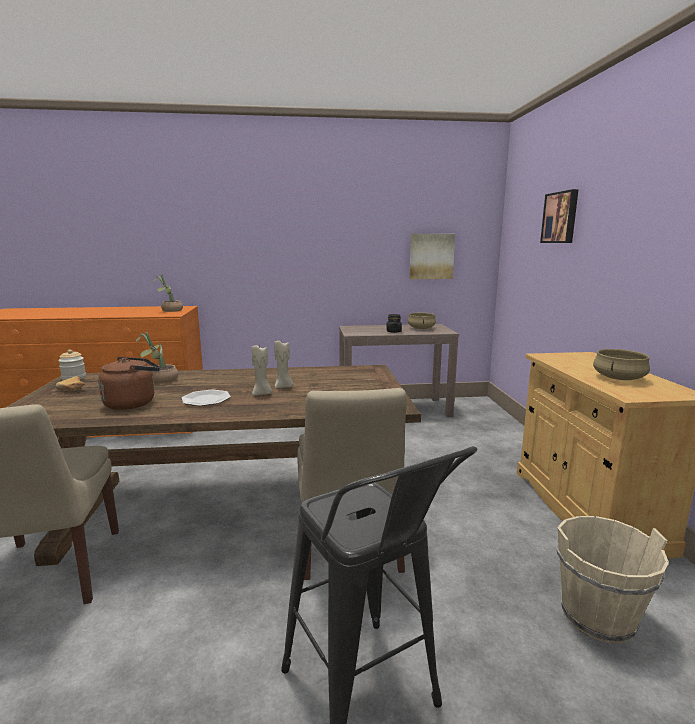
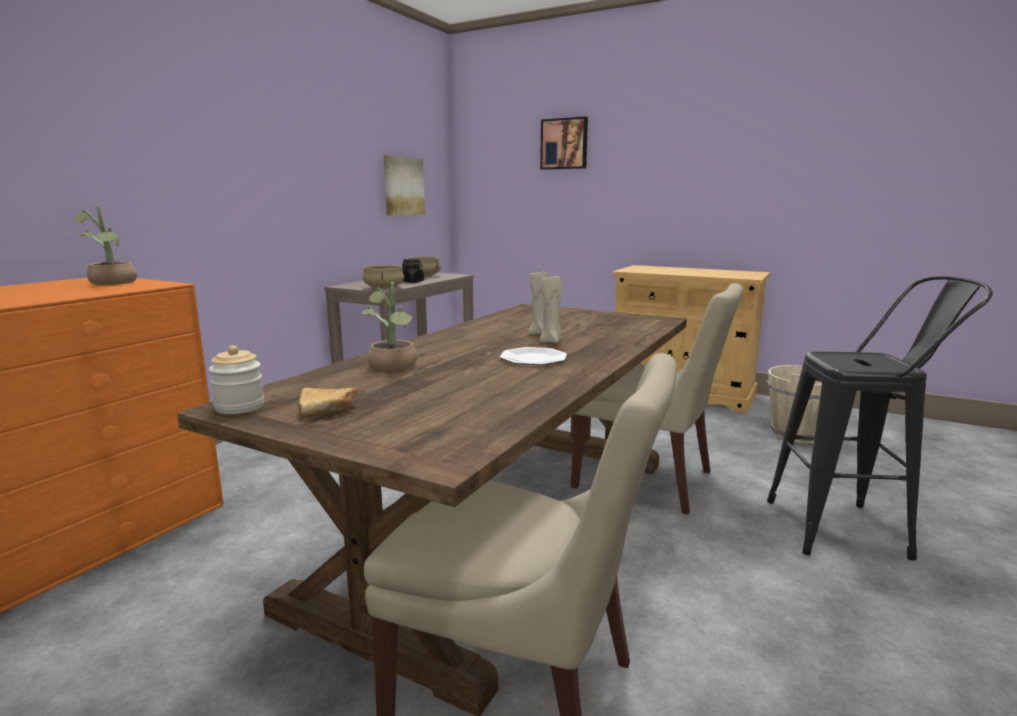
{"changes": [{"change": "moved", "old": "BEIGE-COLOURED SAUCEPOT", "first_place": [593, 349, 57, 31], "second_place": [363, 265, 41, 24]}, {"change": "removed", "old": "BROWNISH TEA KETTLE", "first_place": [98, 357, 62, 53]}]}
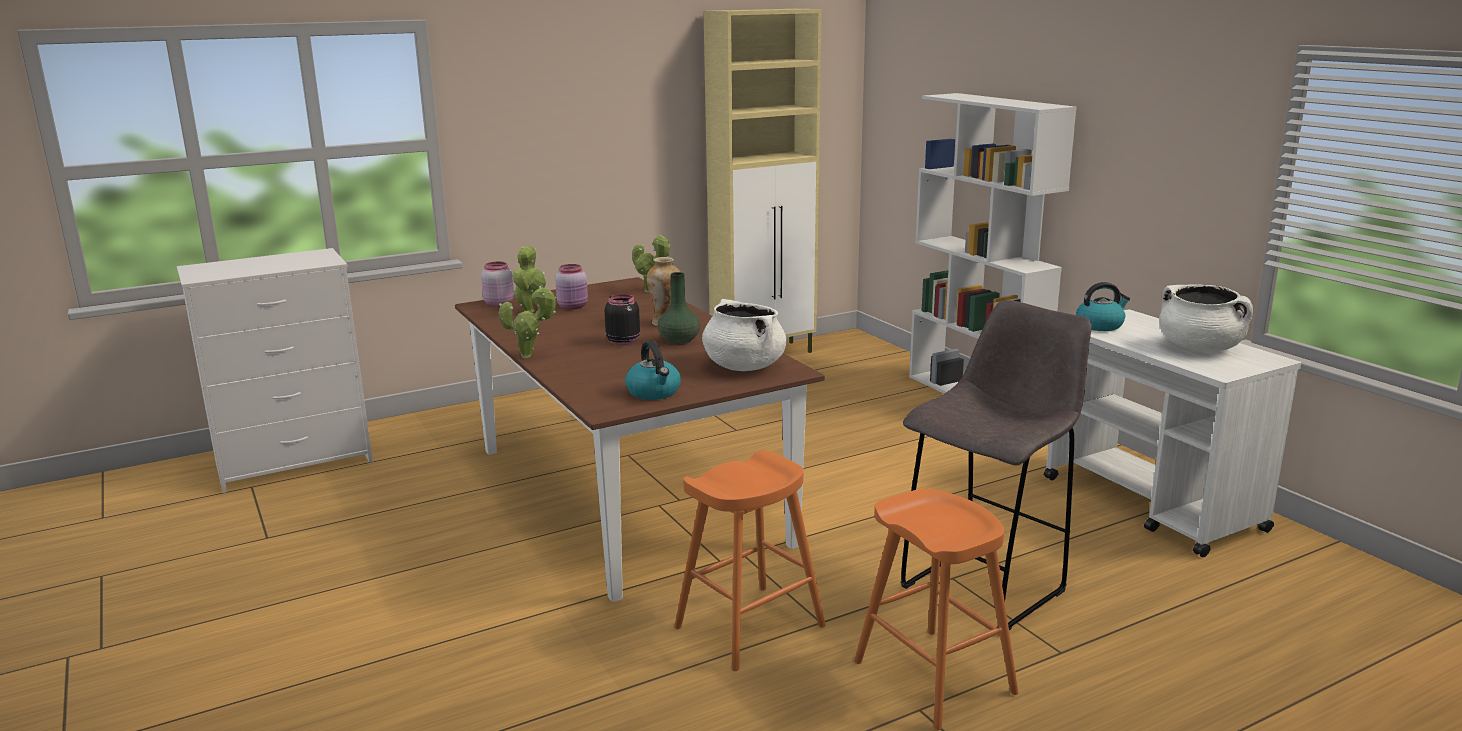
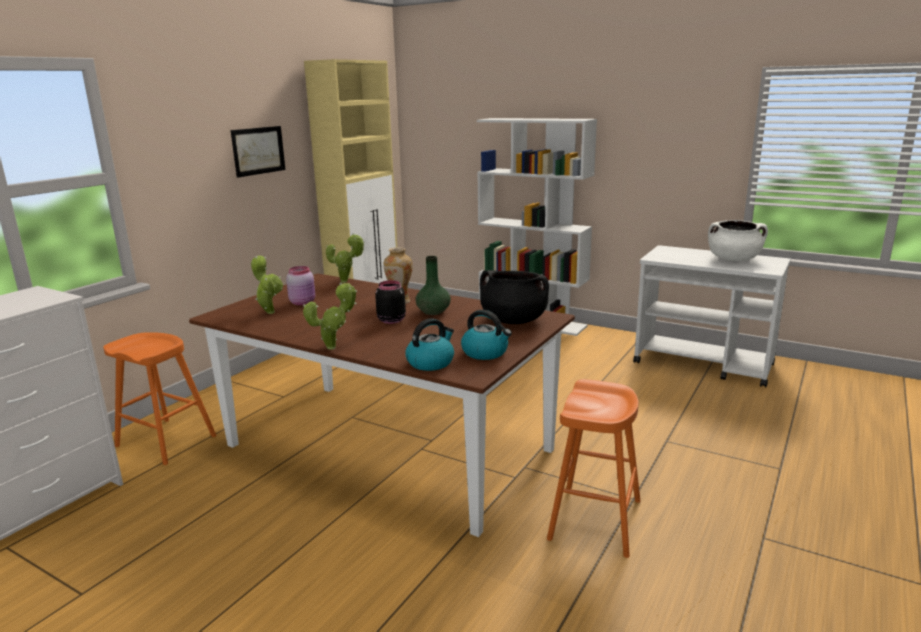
{"changes": [{"change": "removed", "old": "PINK-COLOURED PRESERVE JAR", "first_place": [481, 262, 33, 45]}, {"change": "moved", "old": "TEA KETTLE", "first_place": [1076, 282, 54, 49], "second_place": [405, 318, 49, 53]}, {"change": "recoloured", "old": "WHITISH SAUCEPOT", "new": "BLACK SAUCEPOT", "first_place": [702, 299, 84, 72], "second_place": [480, 270, 69, 54]}, {"change": "removed", "old": "GREYISH SITTING STOOL", "first_place": [901, 300, 191, 330]}, {"change": "moved", "old": "ORANGEY SITTING STOOL", "first_place": [854, 489, 165, 241], "second_place": [103, 332, 113, 133]}, {"change": "added", "new": "WALL ART", "second_place": [231, 126, 54, 52]}]}
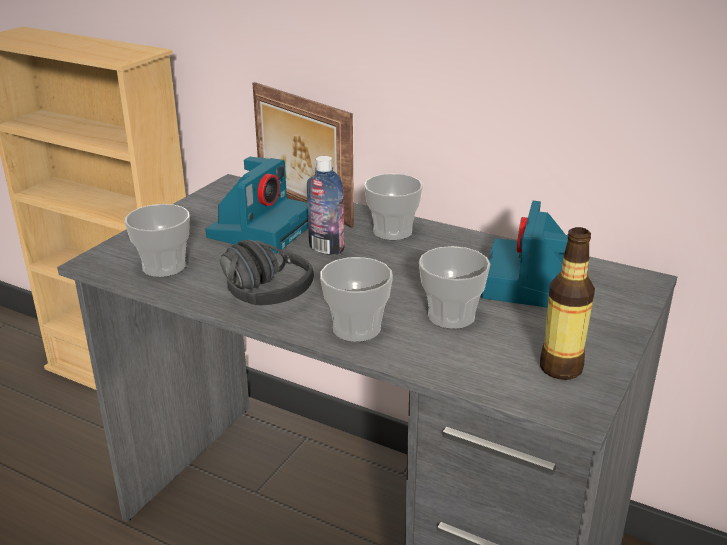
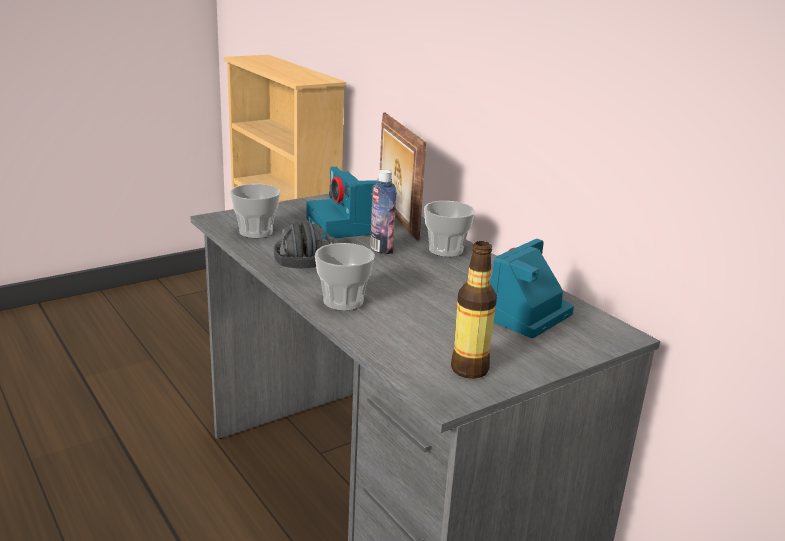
{"changes": [{"change": "turned", "old": "STILL CAMERA", "first_place": [206, 157, 103, 97], "second_place": [306, 167, 72, 72], "degrees": 105}, {"change": "removed", "old": "DRINKING CUP", "first_place": [419, 246, 71, 83]}]}
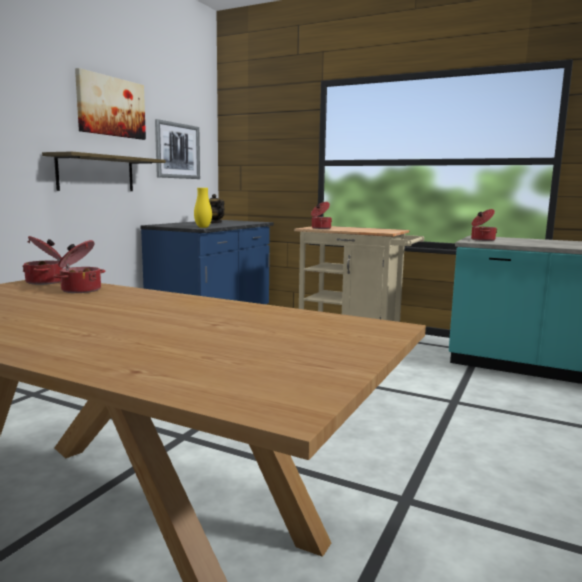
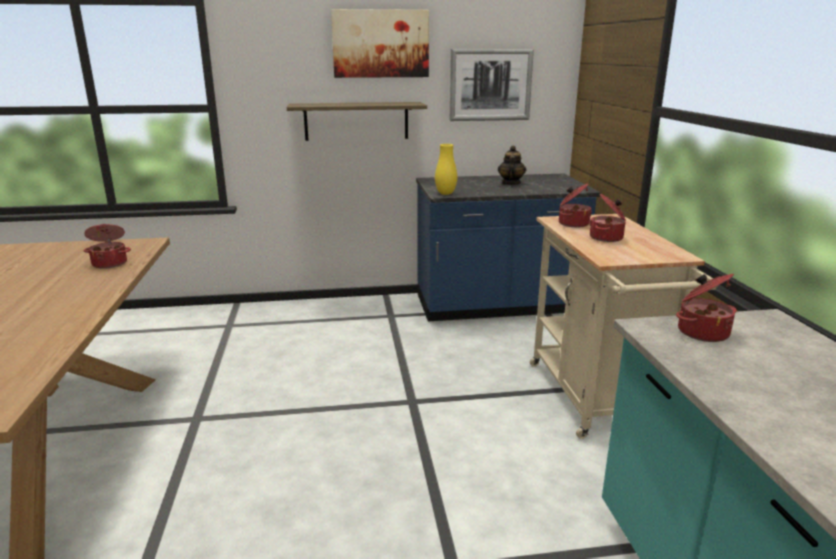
{"changes": [{"change": "moved", "old": "SAUCEPOT", "first_place": [22, 236, 41, 49], "second_place": [589, 194, 37, 48]}]}
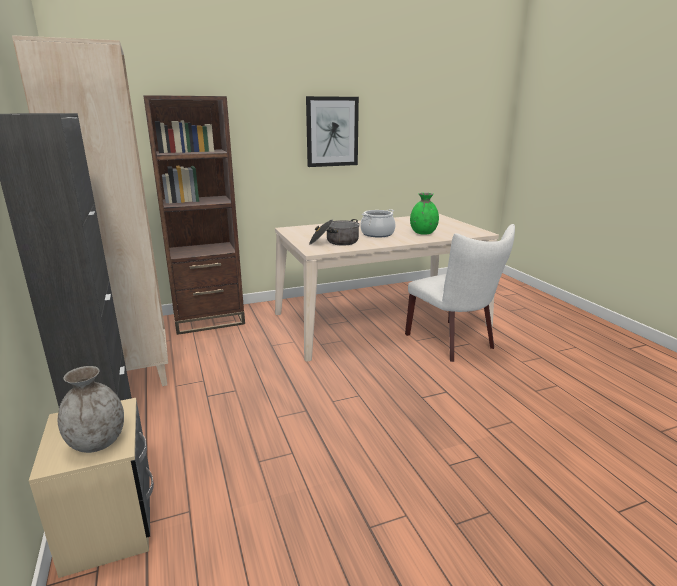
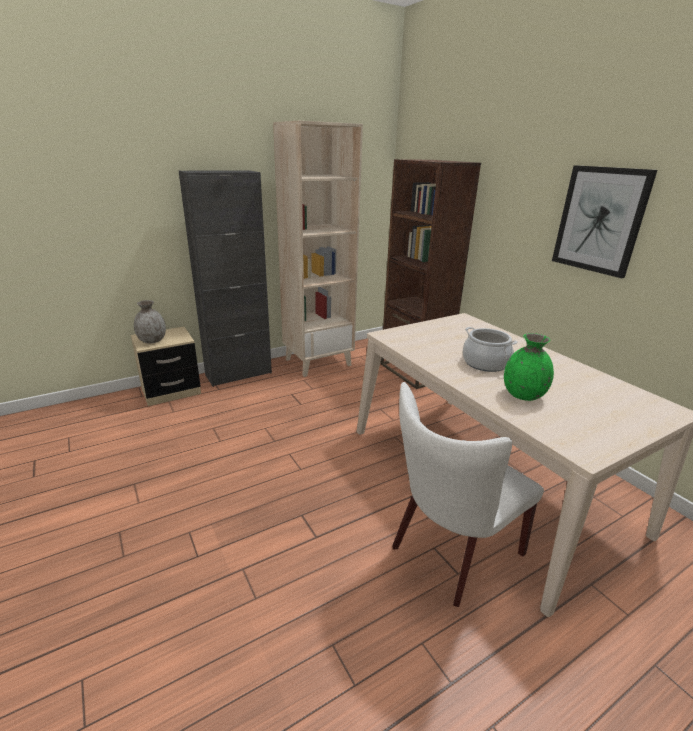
{"changes": [{"change": "removed", "old": "SAUCEPOT", "first_place": [309, 219, 51, 26]}]}
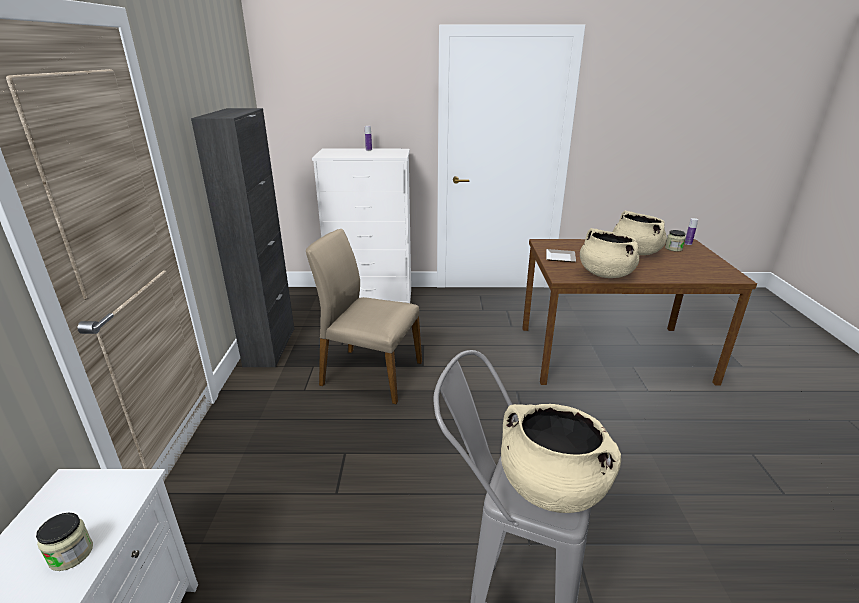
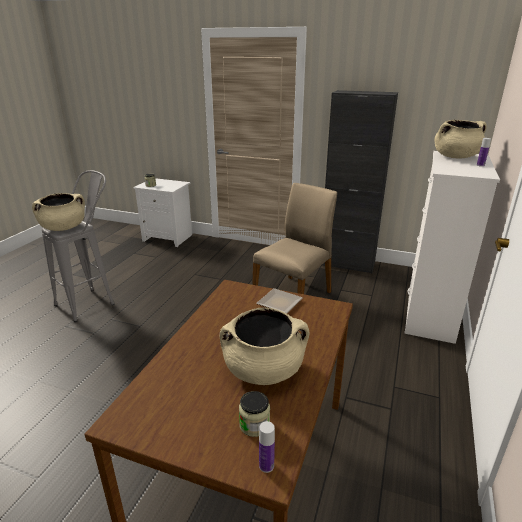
{"changes": [{"change": "moved", "old": "BEIGE-COLOURED SAUCEPOT", "first_place": [580, 228, 59, 50], "second_place": [434, 120, 53, 39]}]}
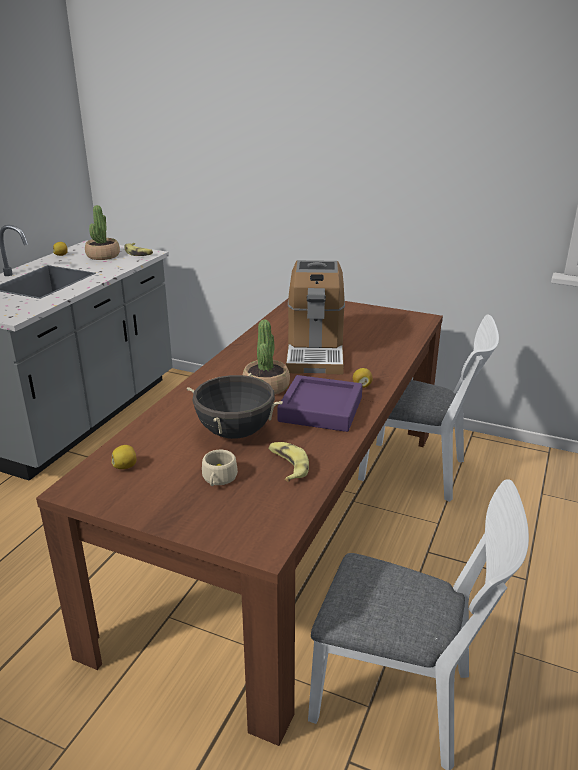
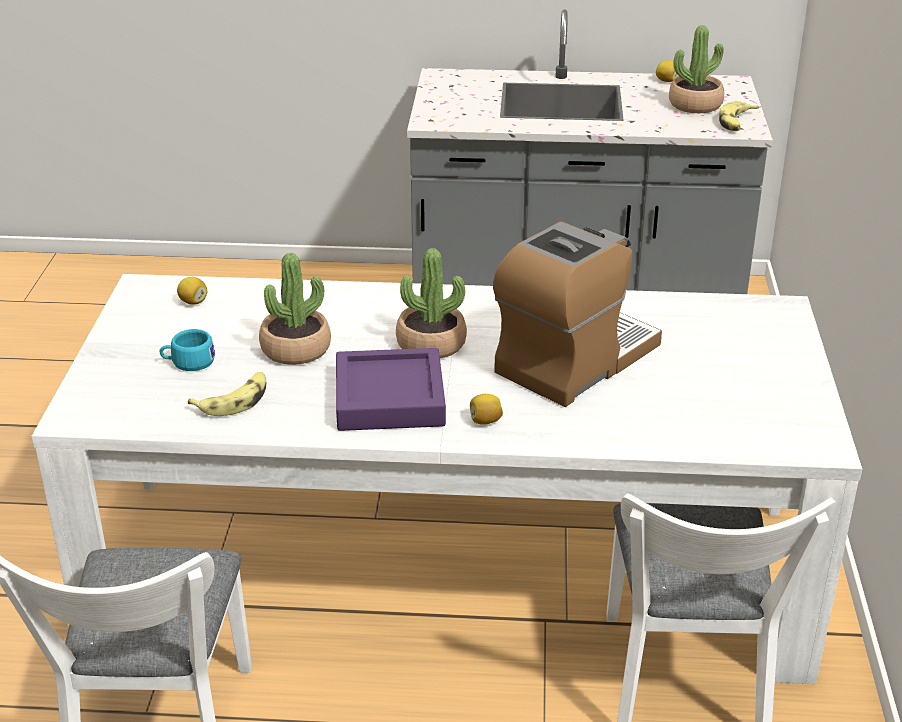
{"changes": [{"change": "turned", "old": "COFFEE BREWER", "first_place": [286, 260, 59, 114], "second_place": [493, 222, 169, 185], "degrees": 150}, {"change": "recoloured", "old": "BROWNISH DINNER TABLE", "new": "WHITISH DINNER TABLE", "first_place": [36, 299, 407, 447], "second_place": [32, 274, 830, 410]}, {"change": "replaced", "old": "BLACK SAUCEPOT", "new": "PLANT IN A POT", "first_place": [187, 373, 96, 66], "second_place": [259, 253, 72, 112]}, {"change": "recoloured", "old": "BEIGE-COLOURED DRINKING CUP", "new": "BLUE-GREEN DRINKING CUP", "first_place": [202, 450, 36, 36], "second_place": [159, 329, 56, 42]}]}
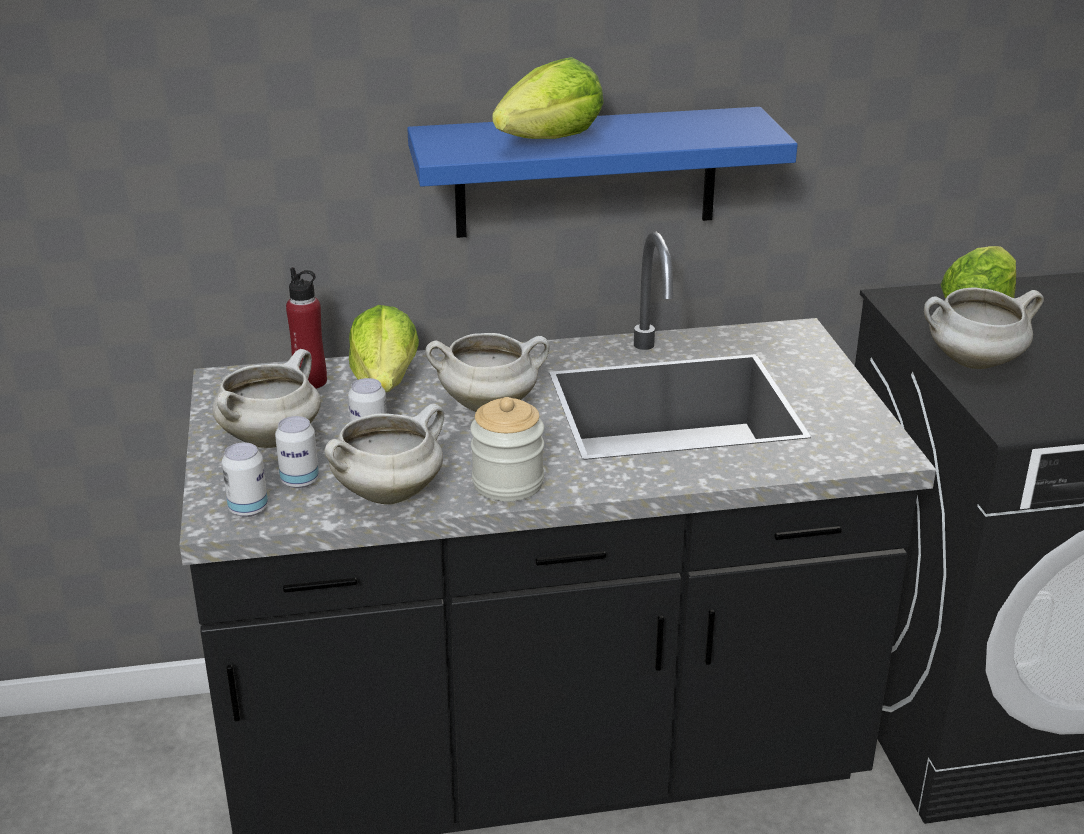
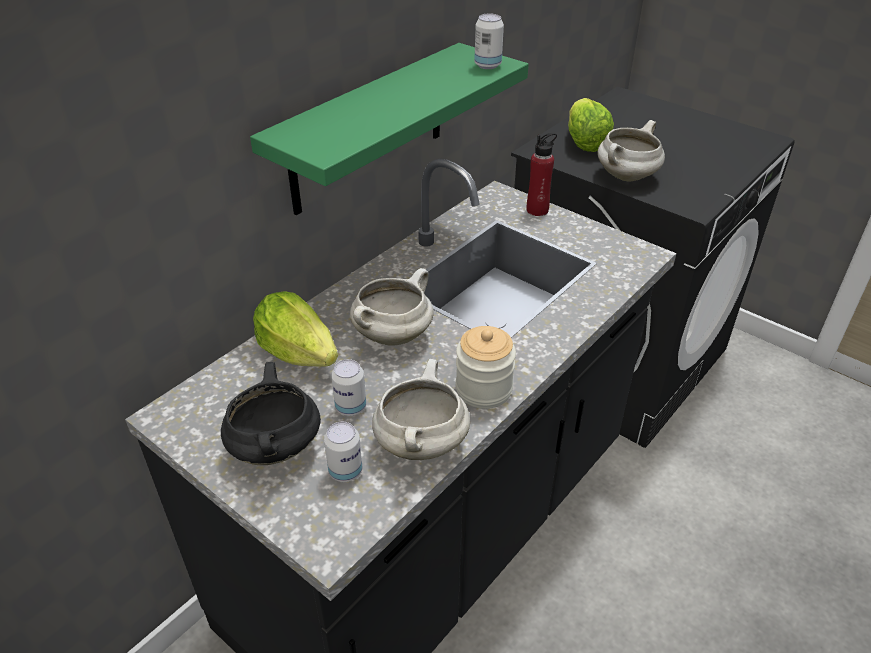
{"changes": [{"change": "removed", "old": "HEAD OF LETTUCE", "first_place": [493, 57, 111, 82]}, {"change": "recoloured", "old": "BLUE-COLOURED SHELF", "new": "GREENISH SHELF", "first_place": [407, 107, 391, 131], "second_place": [250, 43, 279, 172]}, {"change": "moved", "old": "RED BEVERAGE BOTTLE", "first_place": [286, 267, 41, 122], "second_place": [527, 133, 30, 83]}, {"change": "recoloured", "old": "WHITISH SAUCEPOT", "new": "BLACK SAUCEPOT", "first_place": [212, 349, 109, 99], "second_place": [221, 362, 100, 103]}, {"change": "moved", "old": "CAN", "first_place": [222, 442, 46, 75], "second_place": [474, 13, 30, 56]}]}
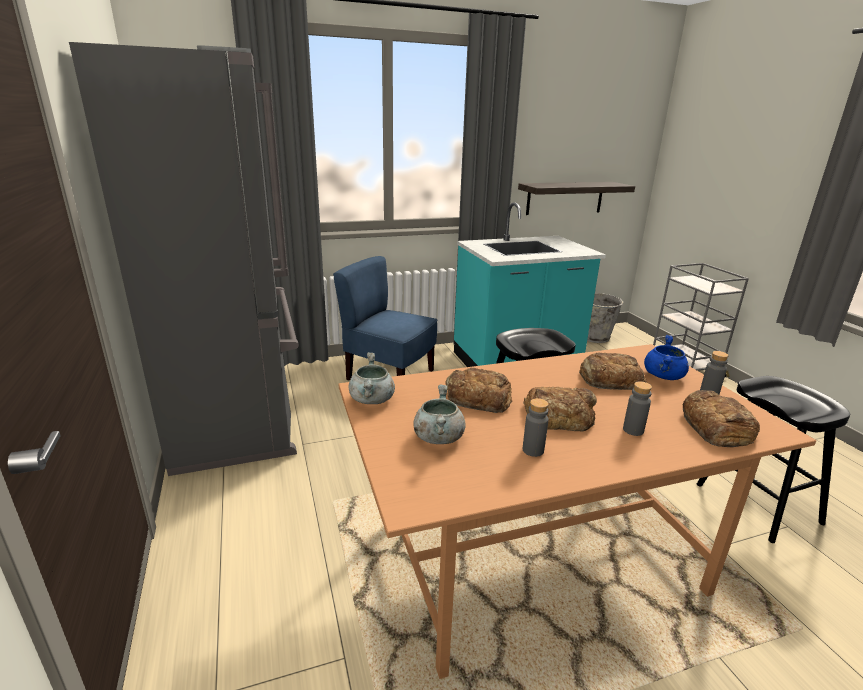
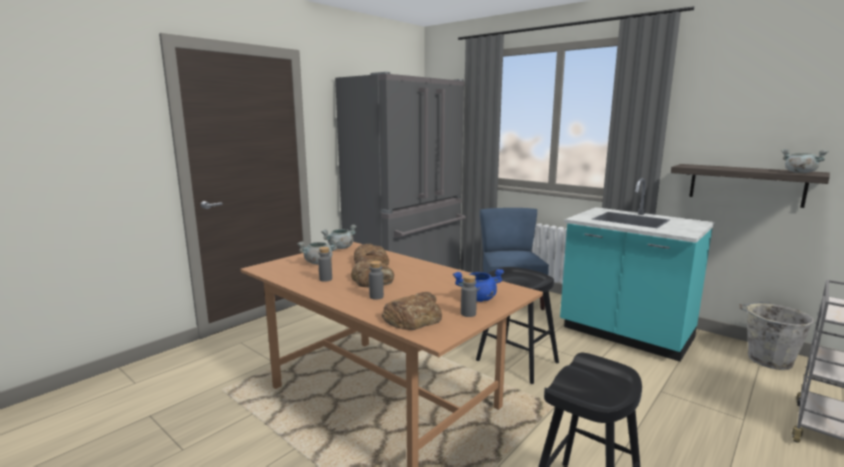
{"changes": [{"change": "removed", "old": "BREAD", "first_place": [579, 352, 67, 38]}, {"change": "added", "new": "GREYISH SAUCEPOT", "second_place": [781, 149, 48, 24]}]}
